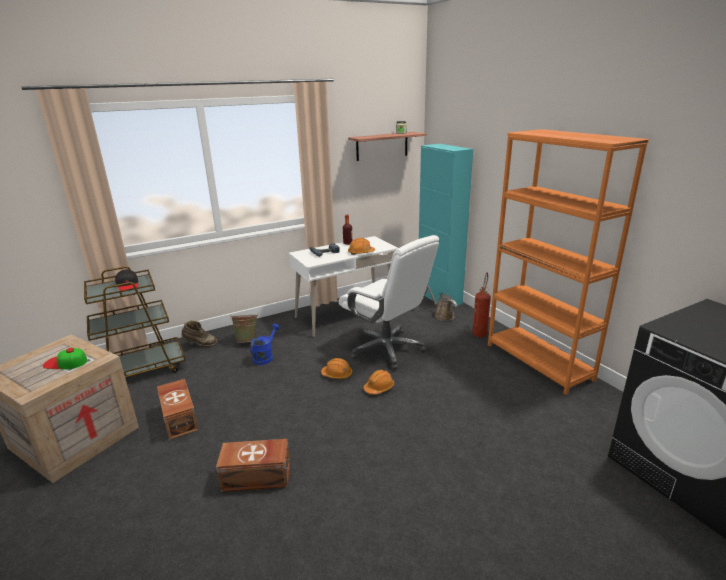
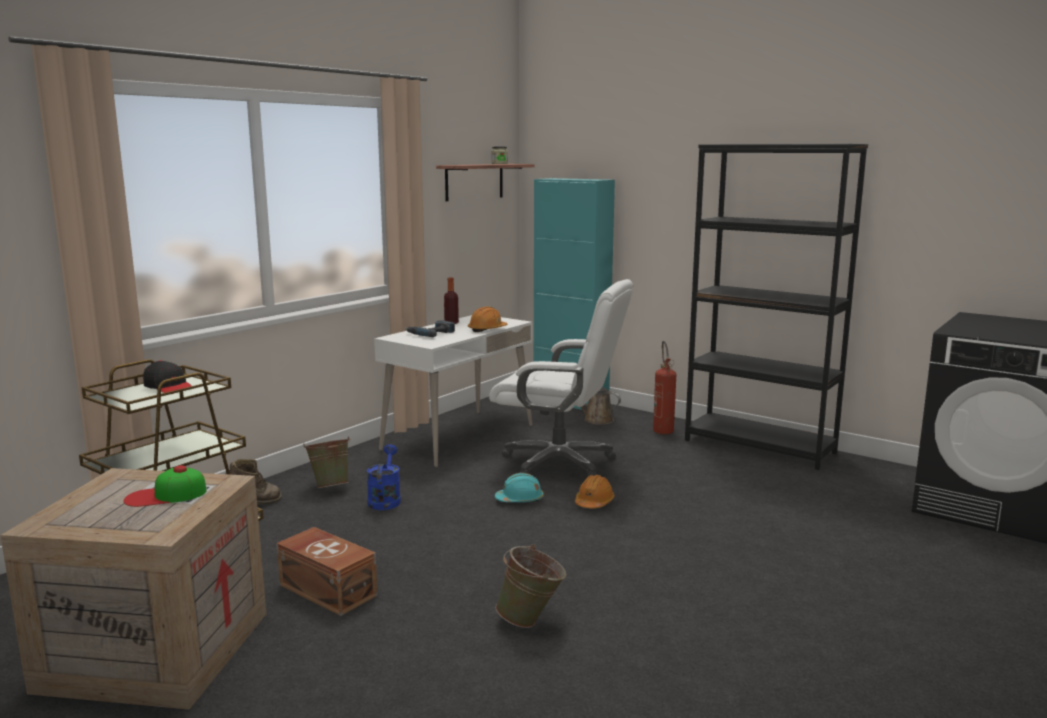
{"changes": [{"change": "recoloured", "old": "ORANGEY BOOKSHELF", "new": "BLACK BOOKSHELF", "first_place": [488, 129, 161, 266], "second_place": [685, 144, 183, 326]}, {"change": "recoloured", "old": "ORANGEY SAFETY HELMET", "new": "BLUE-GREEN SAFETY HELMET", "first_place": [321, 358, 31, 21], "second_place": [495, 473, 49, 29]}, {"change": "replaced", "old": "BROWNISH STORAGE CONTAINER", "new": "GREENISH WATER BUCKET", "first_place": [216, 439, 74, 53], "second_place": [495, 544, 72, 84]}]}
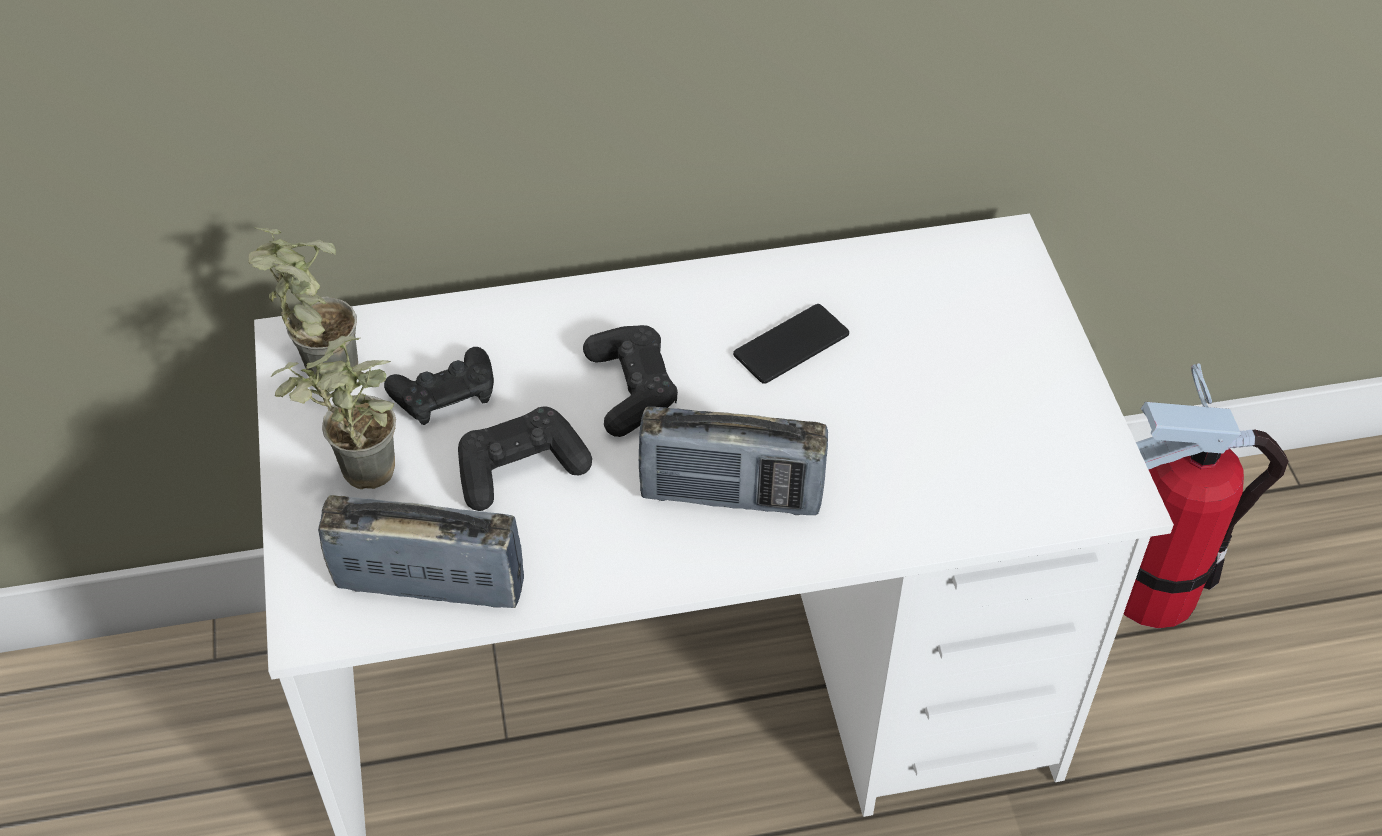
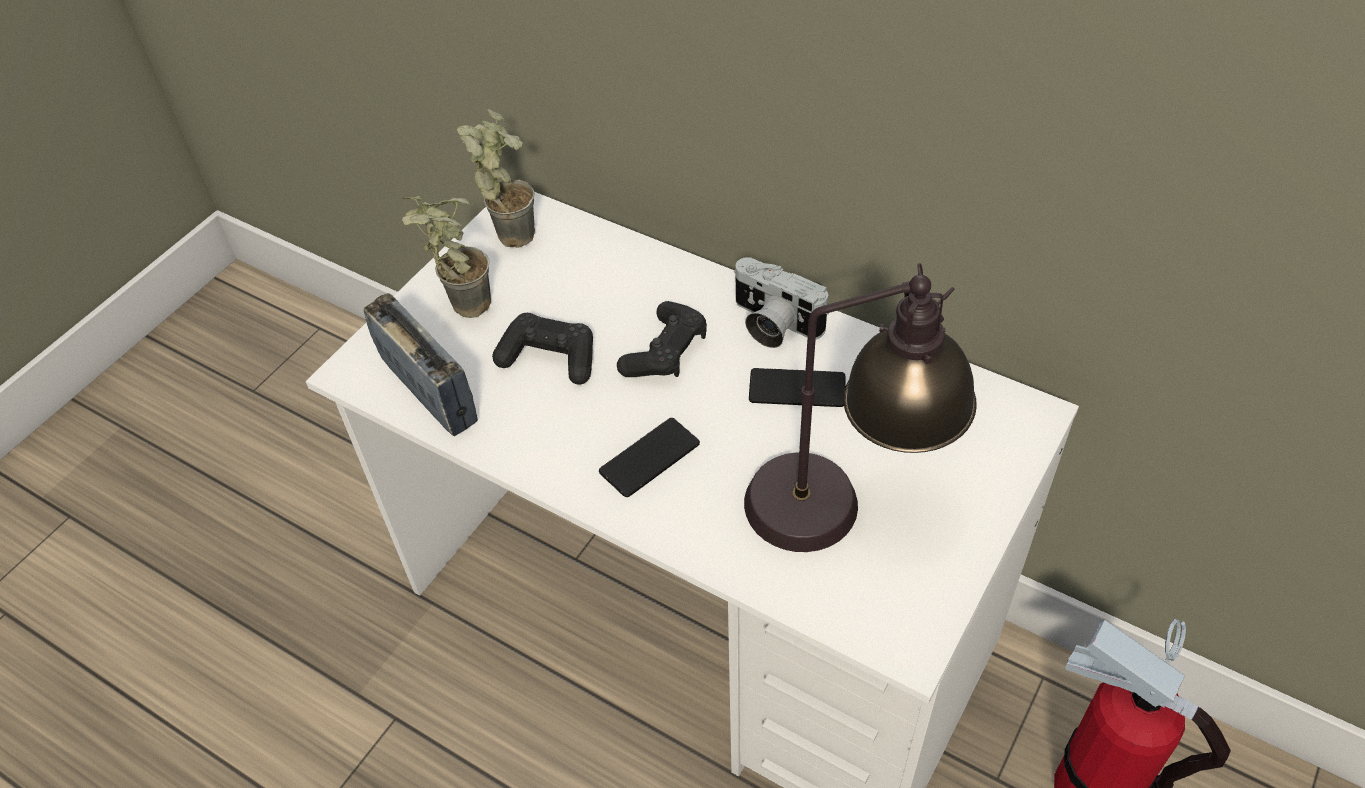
{"changes": [{"change": "removed", "old": "BLACK GAME CONTROLLER", "first_place": [384, 347, 110, 78]}, {"change": "replaced", "old": "RADIO SET", "new": "PHONE", "first_place": [639, 407, 189, 108], "second_place": [599, 418, 101, 79]}, {"change": "added", "new": "STILL CAMERA", "second_place": [734, 257, 95, 91]}, {"change": "added", "new": "LAMP FOR A TABLE", "second_place": [744, 263, 233, 289]}]}
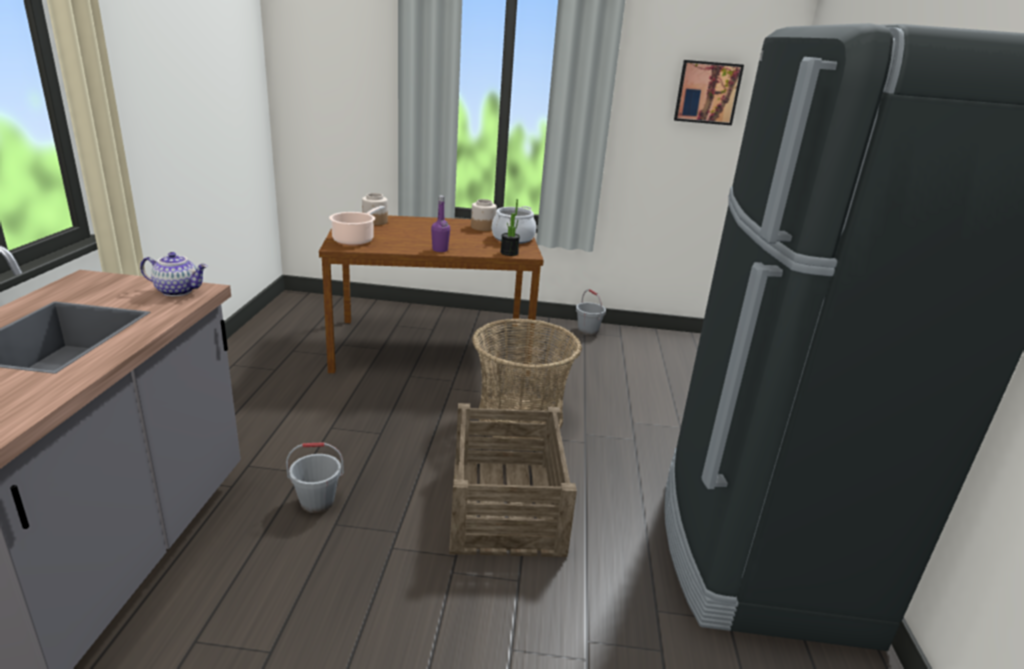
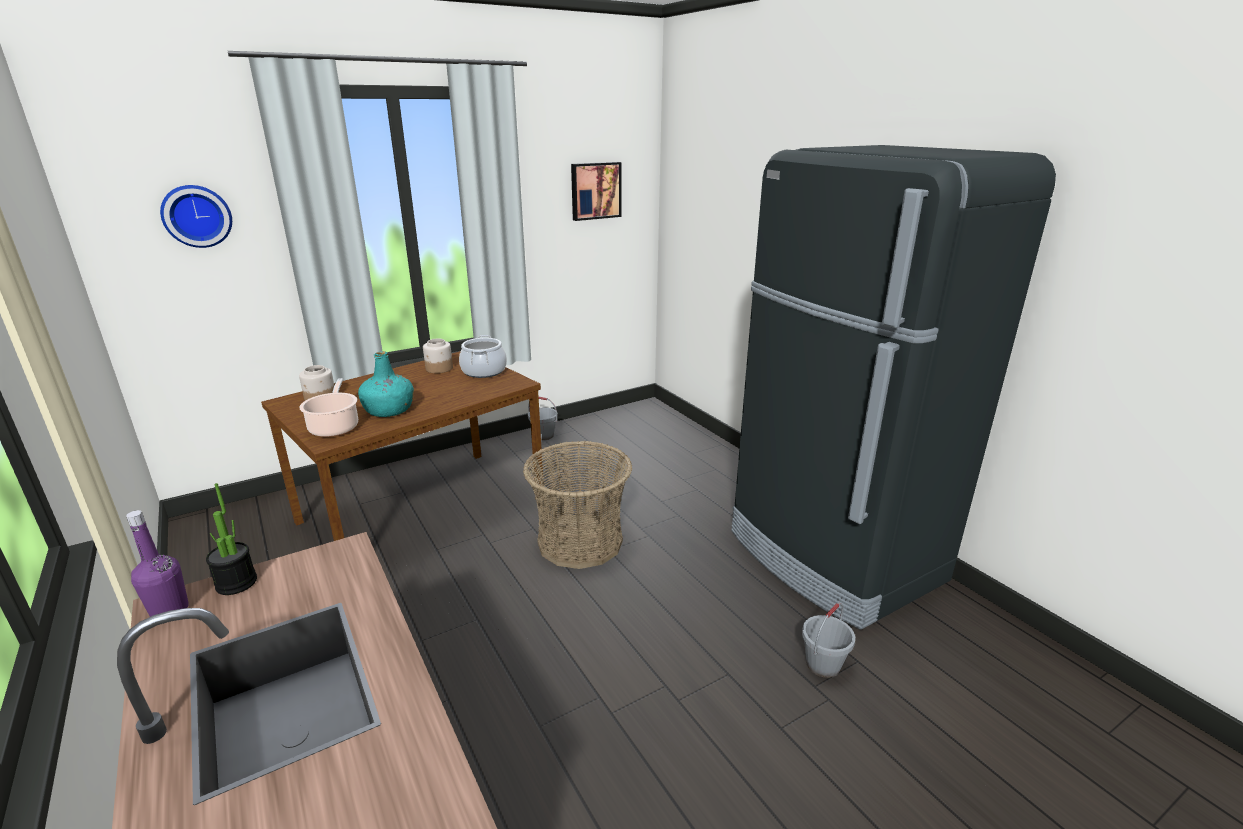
{"changes": [{"change": "moved", "old": "PURPLE BEVERAGE BOTTLE", "first_place": [431, 195, 19, 57], "second_place": [126, 510, 63, 107]}, {"change": "moved", "old": "PLANT IN A POT", "first_place": [500, 199, 20, 57], "second_place": [206, 483, 51, 112]}, {"change": "removed", "old": "TEA POT", "first_place": [140, 252, 68, 44]}, {"change": "removed", "old": "SHIPPING CRATE", "first_place": [449, 403, 128, 154]}, {"change": "moved", "old": "GREYISH WATER BUCKET", "first_place": [286, 442, 58, 71], "second_place": [802, 603, 53, 75]}, {"change": "added", "new": "HANGING CLOCK", "second_place": [160, 185, 72, 63]}, {"change": "added", "new": "BLUE-GREEN BEVERAGE BOTTLE", "second_place": [358, 351, 56, 66]}]}
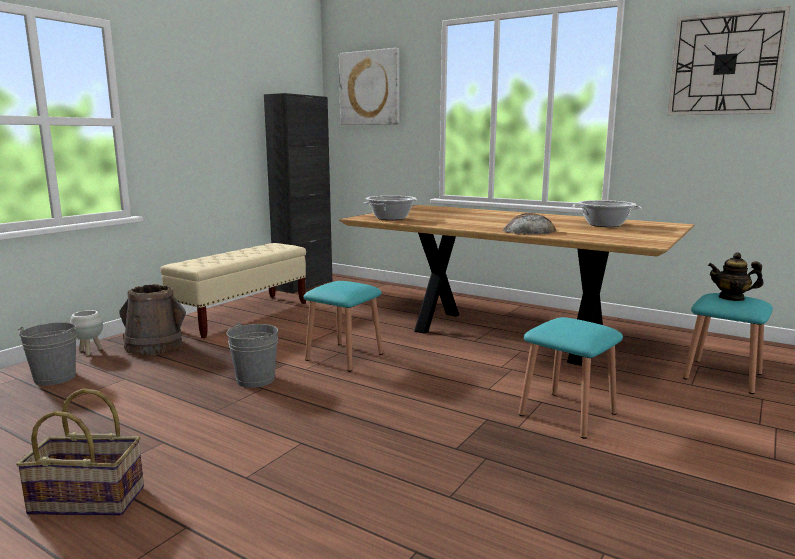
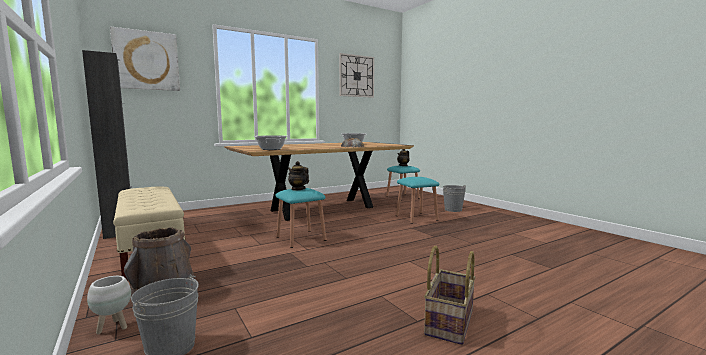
{"changes": [{"change": "moved", "old": "GREYISH WATER BUCKET", "first_place": [227, 322, 51, 66], "second_place": [443, 185, 23, 27]}, {"change": "added", "new": "TEA POT", "second_place": [288, 161, 21, 30]}]}
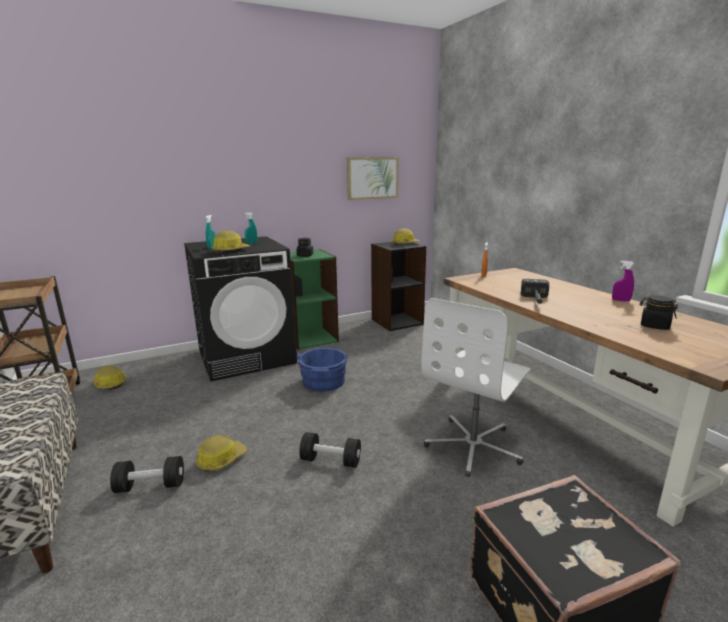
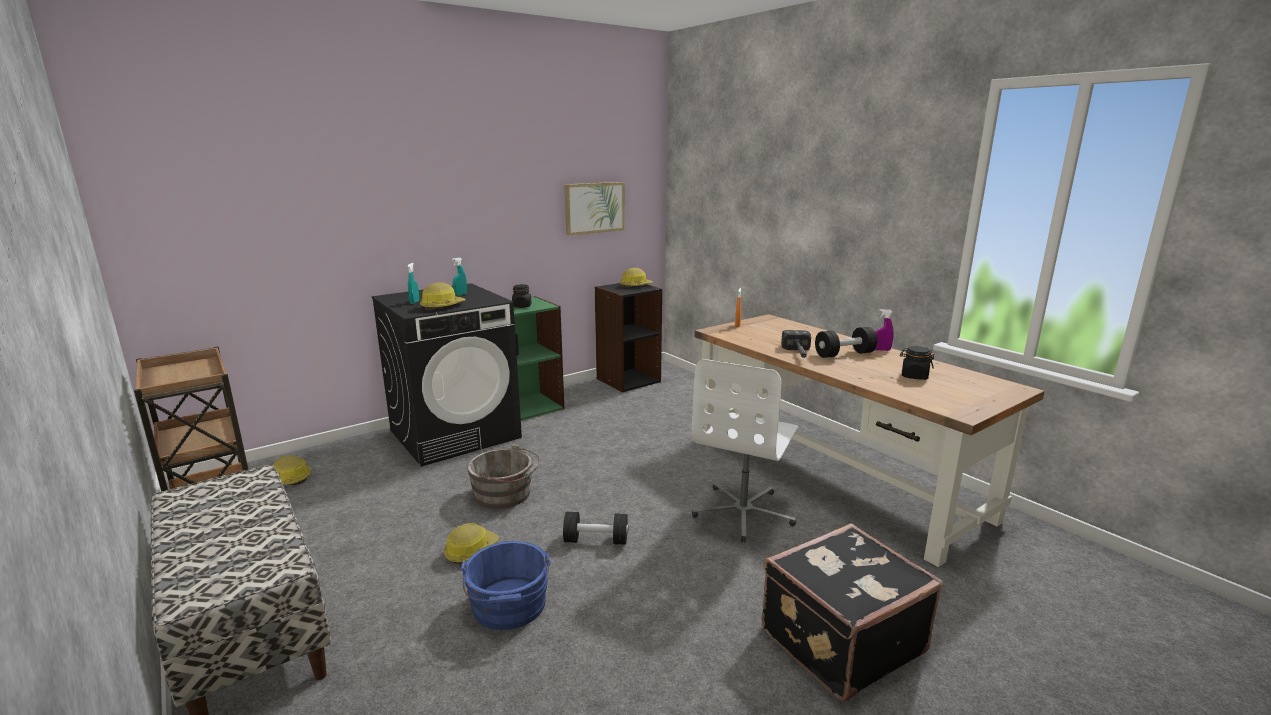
{"changes": [{"change": "moved", "old": "BLUE-COLOURED WATER BUCKET", "first_place": [297, 348, 51, 44], "second_place": [460, 541, 91, 89]}, {"change": "moved", "old": "BLACK FREE WEIGHT", "first_place": [110, 456, 74, 37], "second_place": [815, 327, 63, 31]}, {"change": "added", "new": "GREYISH WATER BUCKET", "second_place": [467, 444, 73, 65]}]}
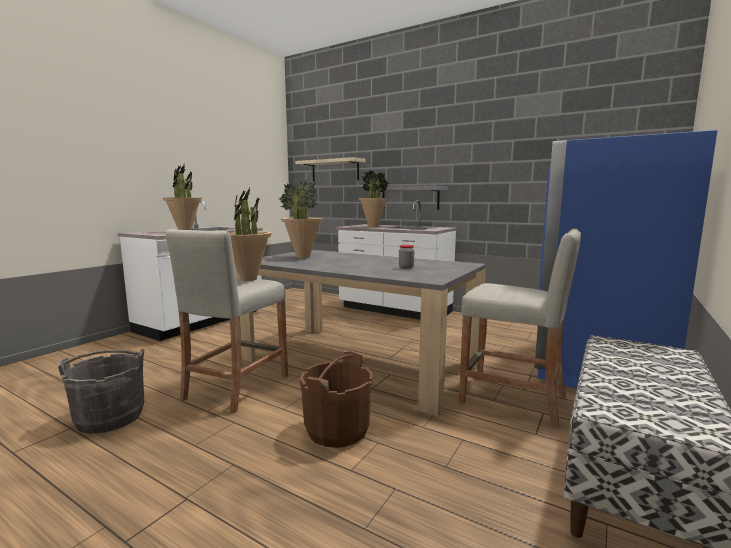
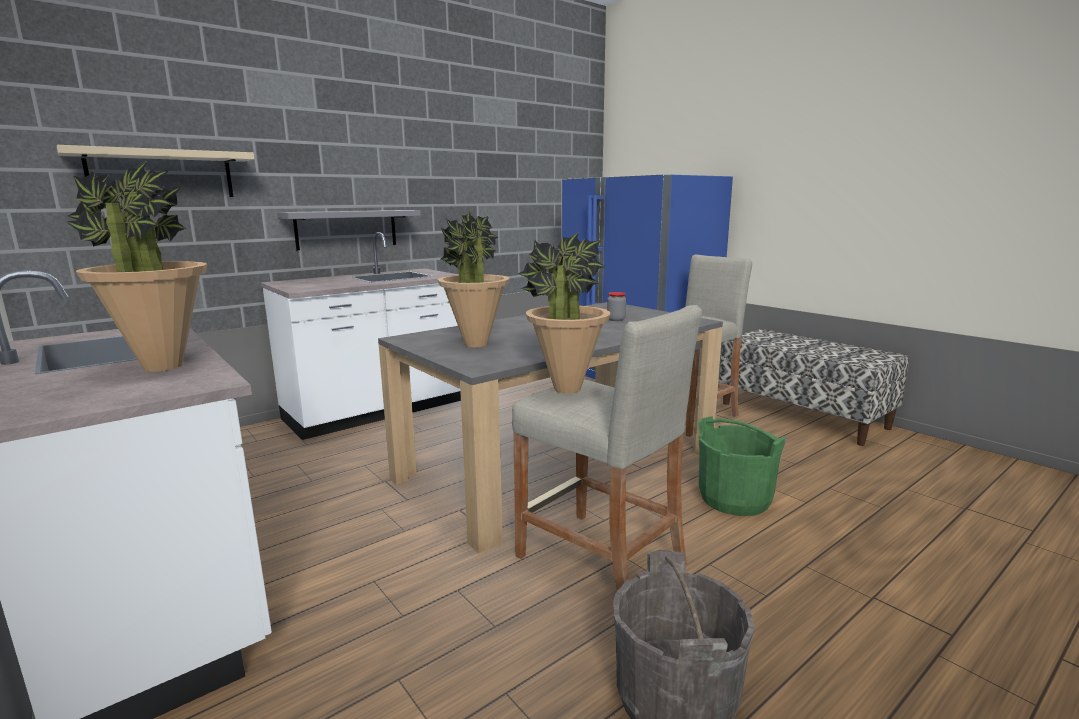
{"changes": [{"change": "removed", "old": "PLANT IN A POT", "first_place": [358, 170, 31, 57]}, {"change": "recoloured", "old": "BROWNISH WATER BUCKET", "new": "GREENISH WATER BUCKET", "first_place": [300, 351, 72, 97], "second_place": [698, 416, 89, 100]}]}
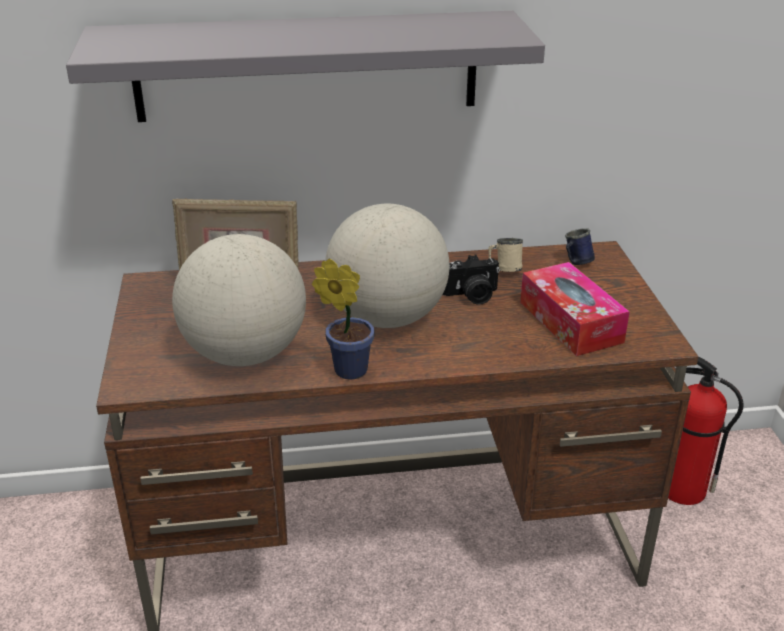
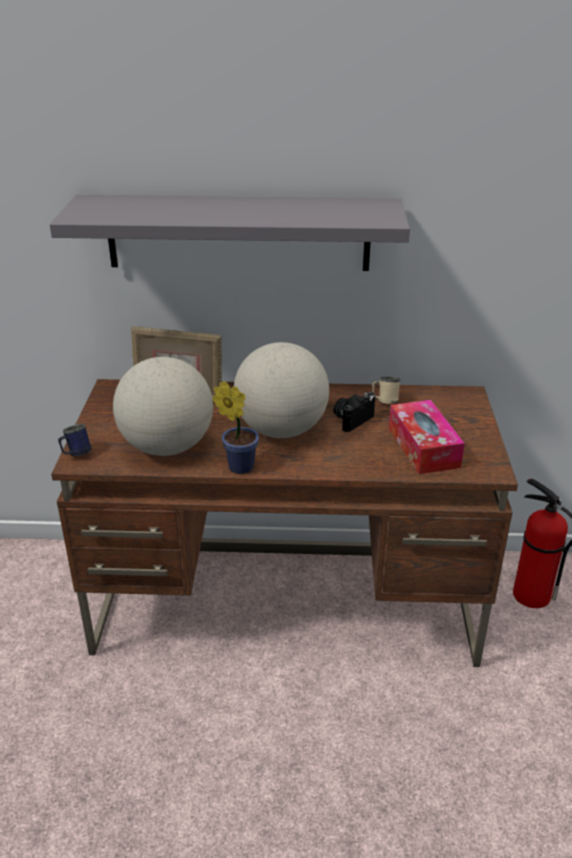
{"changes": [{"change": "moved", "old": "BLUE-COLOURED MUG", "first_place": [565, 228, 30, 37], "second_place": [58, 424, 34, 33]}, {"change": "turned", "old": "STILL CAMERA", "first_place": [443, 254, 57, 51], "second_place": [333, 392, 42, 40], "degrees": 135}]}
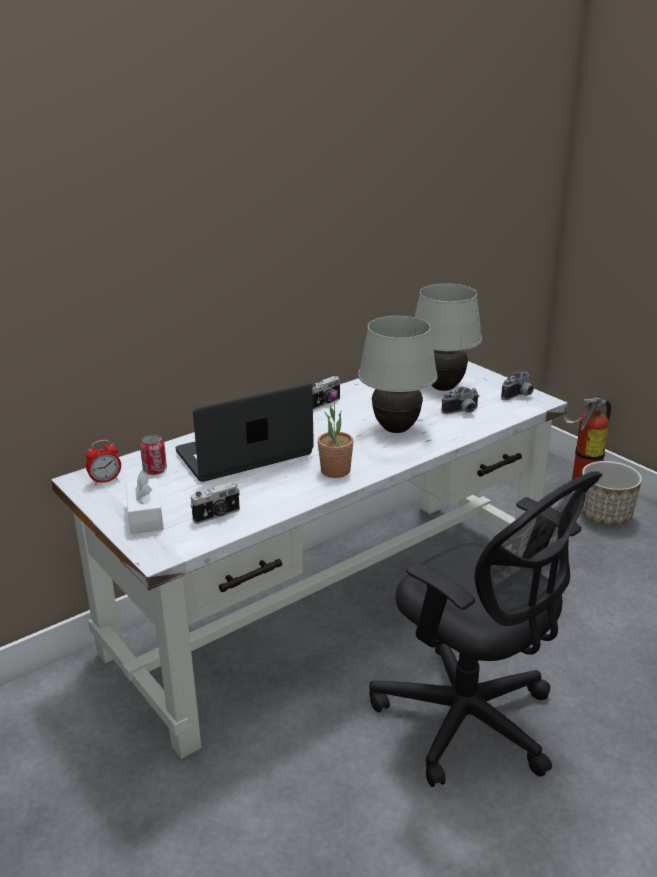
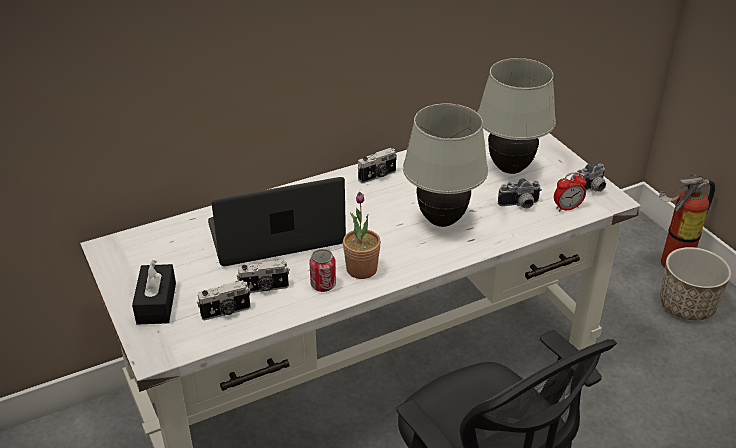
{"changes": [{"change": "moved", "old": "CAN", "first_place": [140, 434, 27, 41], "second_place": [309, 249, 27, 43]}, {"change": "moved", "old": "BEDSIDE CLOCK", "first_place": [85, 440, 36, 45], "second_place": [554, 172, 32, 40]}, {"change": "recoloured", "old": "WHITISH BOX OF TISSUES", "new": "BLACK BOX OF TISSUES", "first_place": [126, 471, 38, 63], "second_place": [132, 260, 44, 65]}, {"change": "added", "new": "STILL CAMERA", "second_place": [237, 260, 53, 33]}]}
